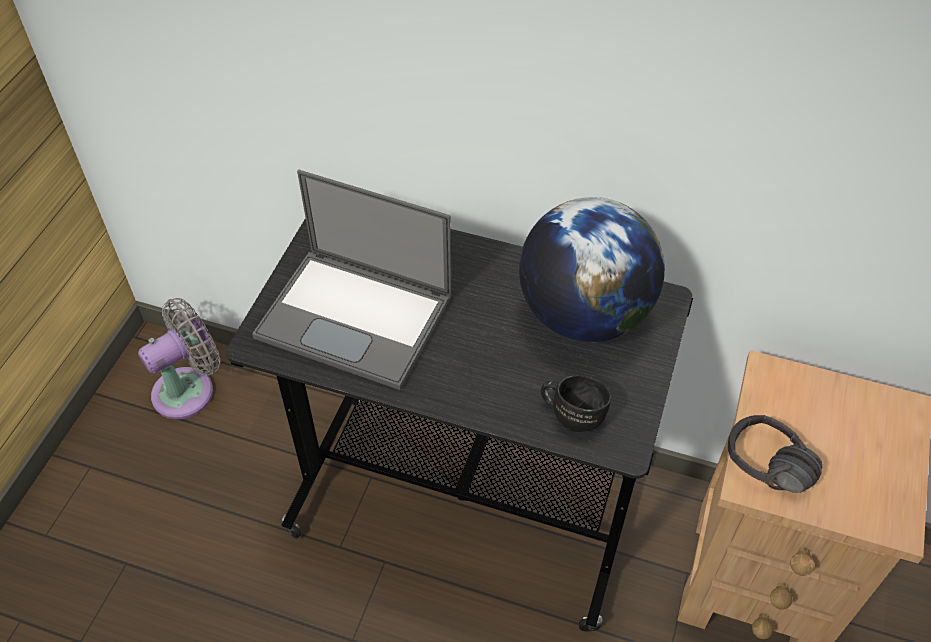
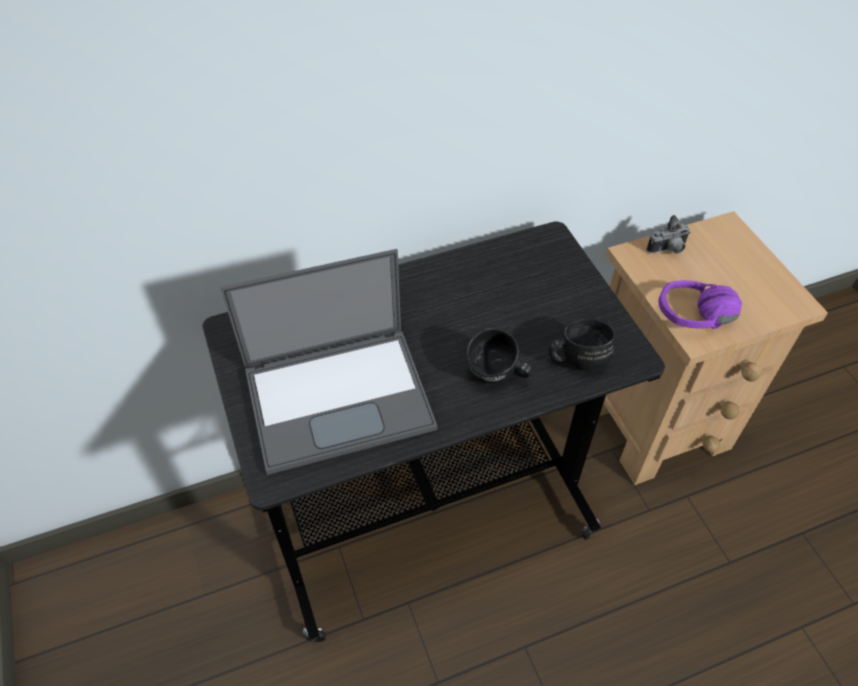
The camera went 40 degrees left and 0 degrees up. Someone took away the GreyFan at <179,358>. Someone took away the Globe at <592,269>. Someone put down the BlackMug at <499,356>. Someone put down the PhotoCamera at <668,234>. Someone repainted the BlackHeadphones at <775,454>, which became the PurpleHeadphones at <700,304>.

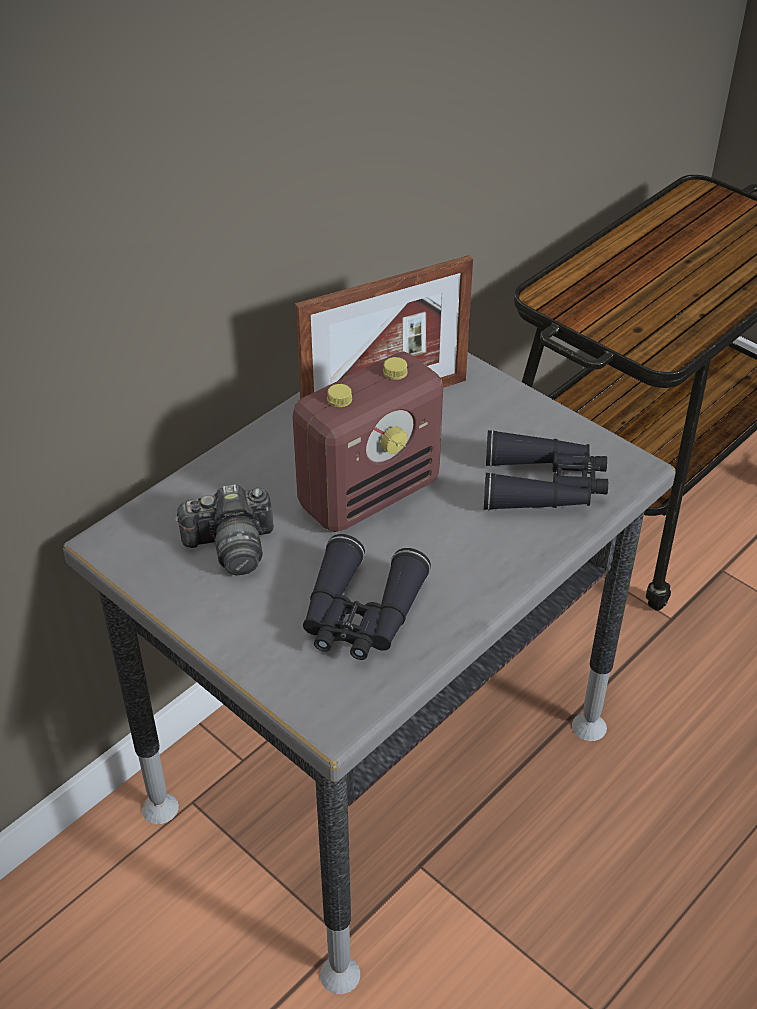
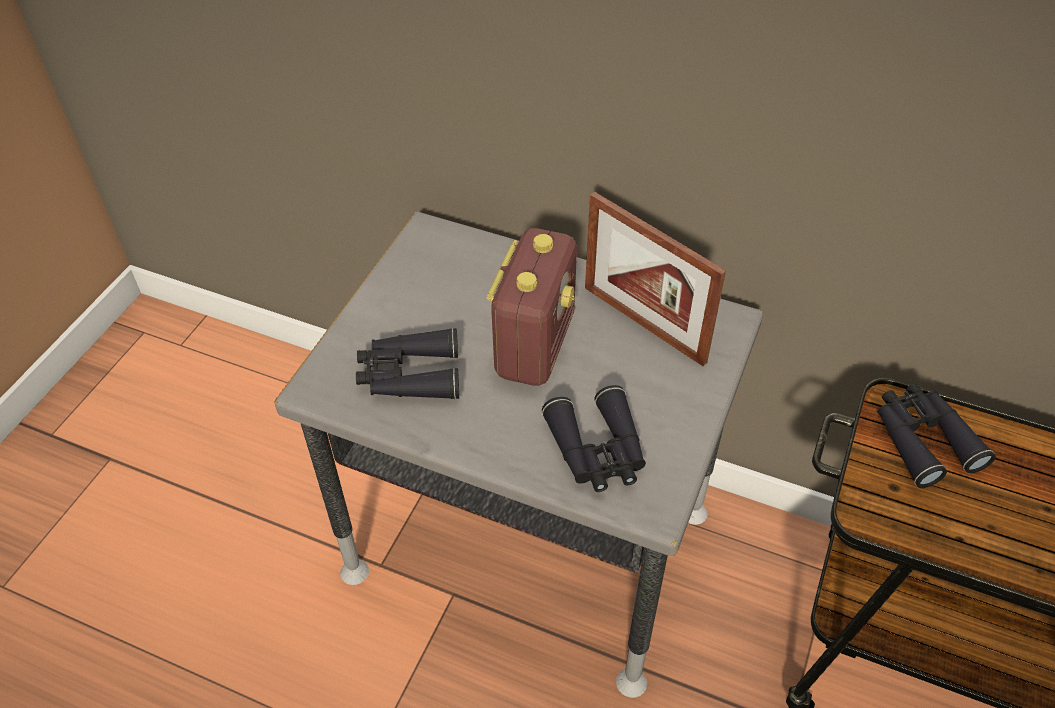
The camera went 70 degrees right and 5 degrees up. Someone took away the PhotoCamera at <224,529>. Someone put down the BlackBinoculars at <936,435>. Someone rotated the Radio at <367,441> by 105 degrees counterclockwise.

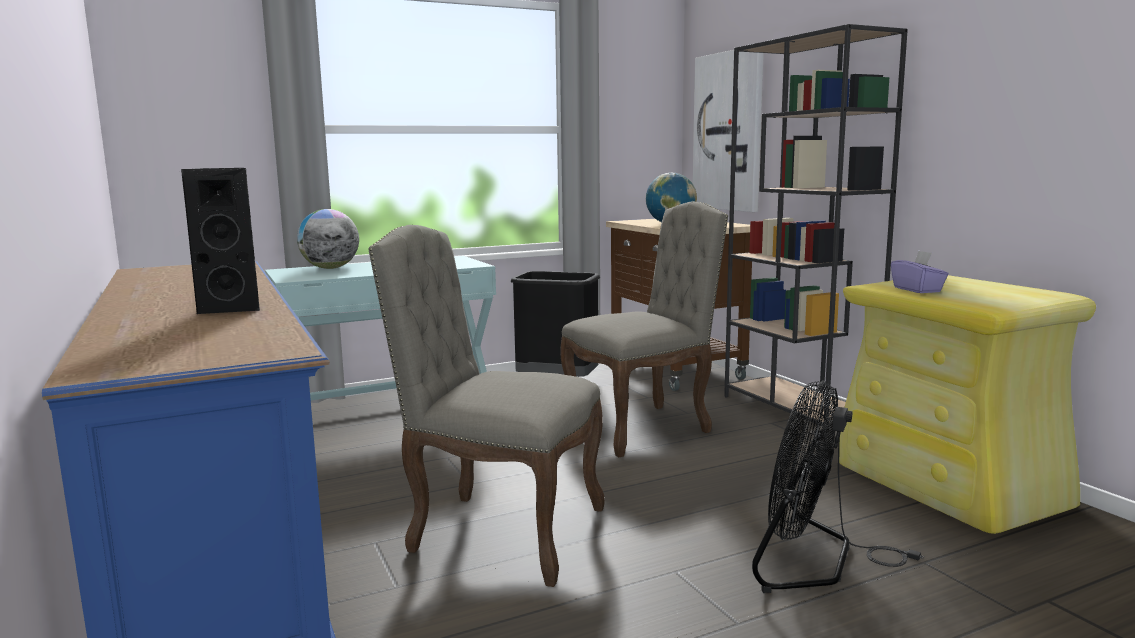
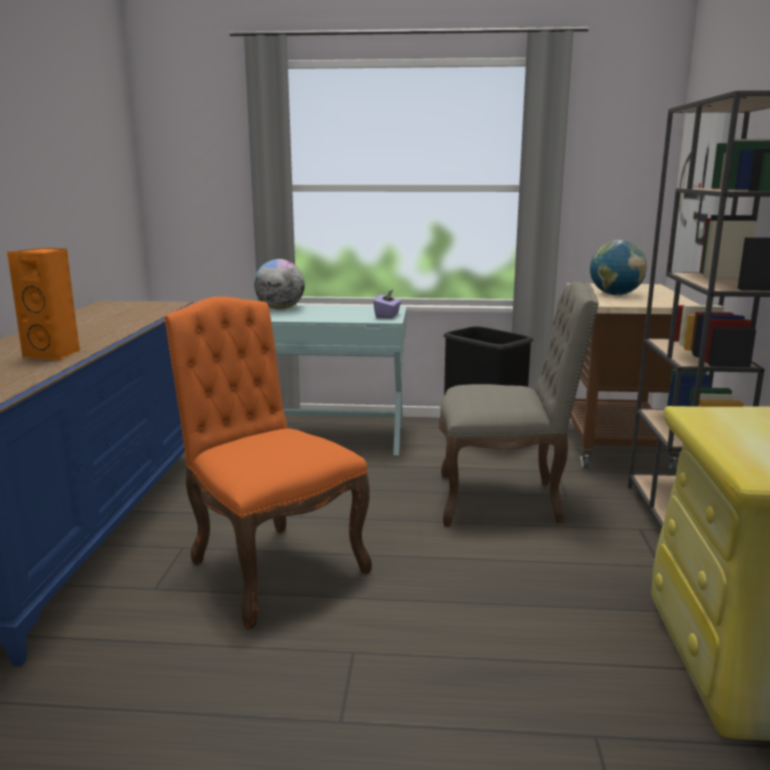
The camera went 30 degrees right and 5 degrees up. Someone took away the BlackFan at <838,486>. Someone carried the PurpleTissueBox from <920,272> to <387,304>. Someone repainted the BlackSpeaker at <220,241>, which became the OrangeSpeaker at <43,304>. Someone repainted the GreyChair at <486,406>, which became the OrangeChair at <268,463>.

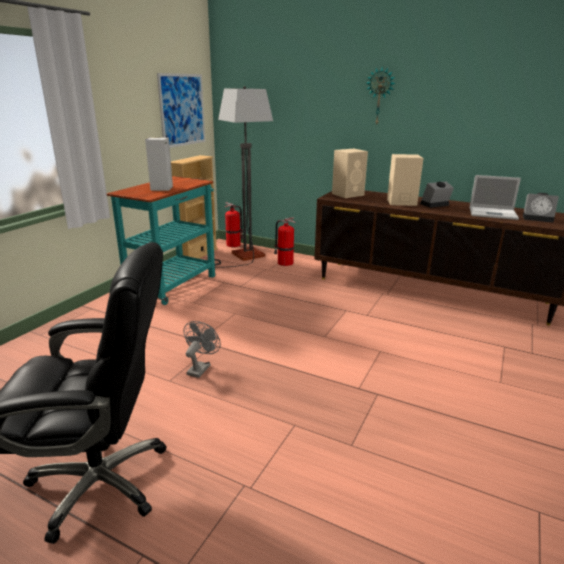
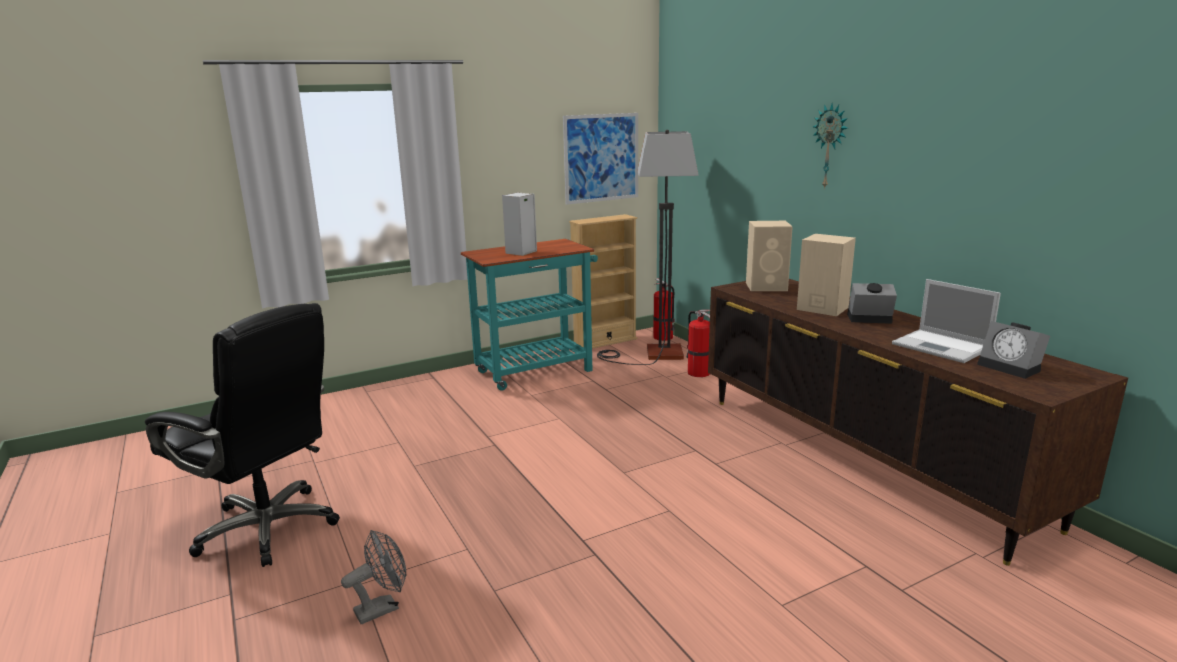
The camera went 35 degrees right and 5 degrees down. Someone carried the GreyFan from <202,349> to <374,577>.

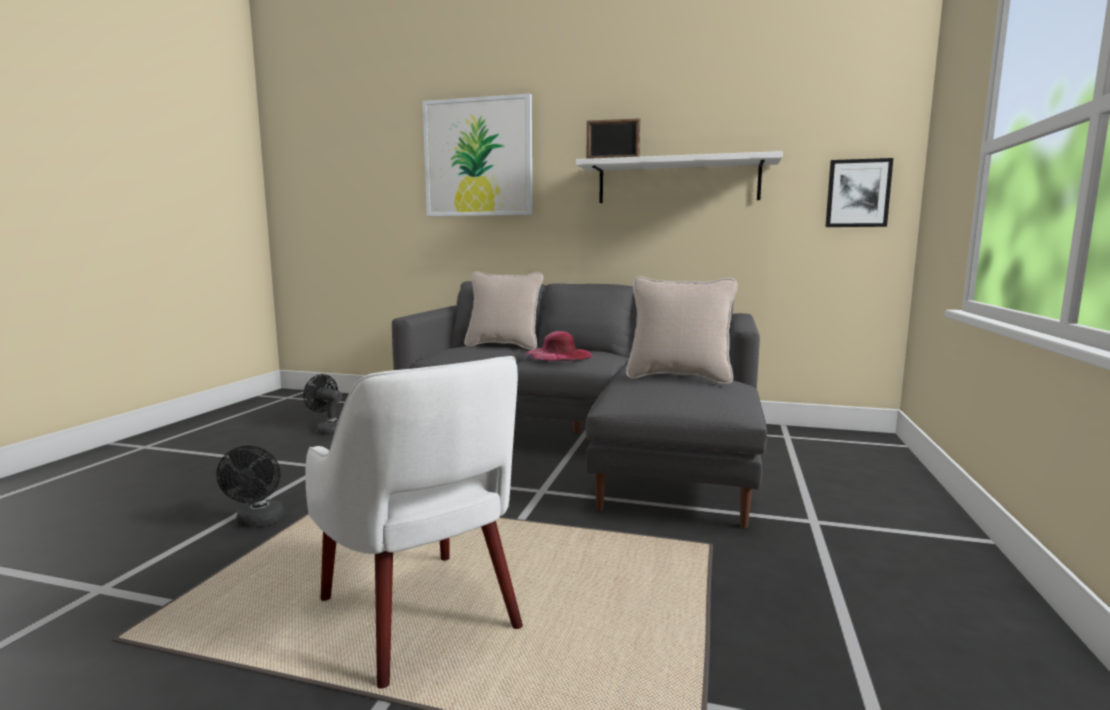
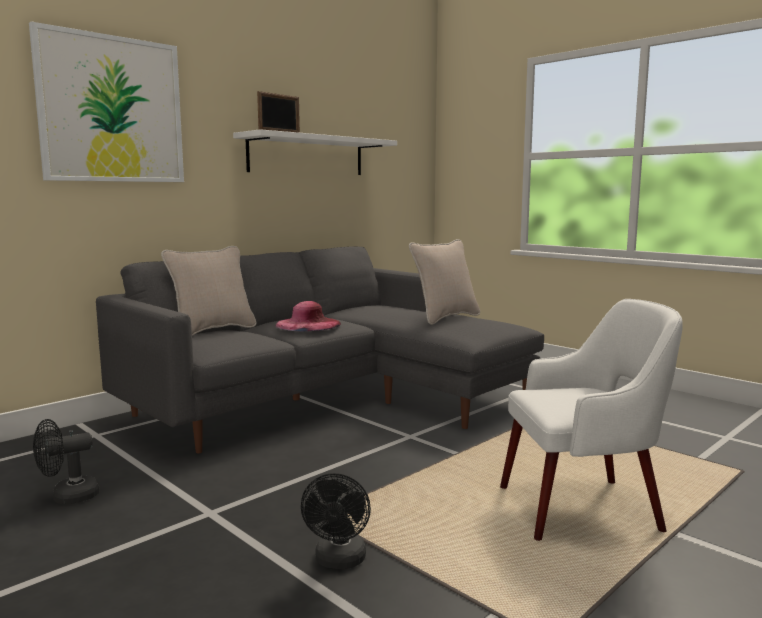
The camera went 60 degrees left and 0 degrees up. Someone took away the Picture at <859,192>. Someone rotated the BlackFan at <250,486> by 75 degrees clockwise.

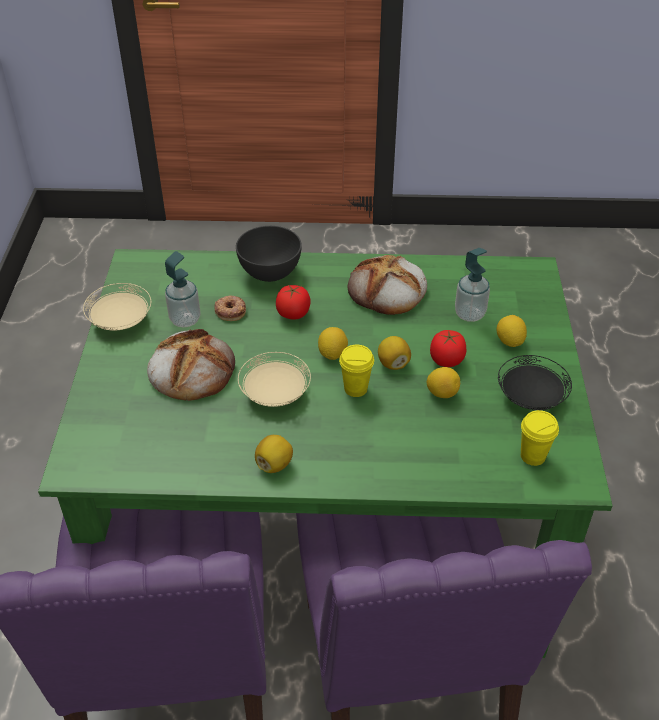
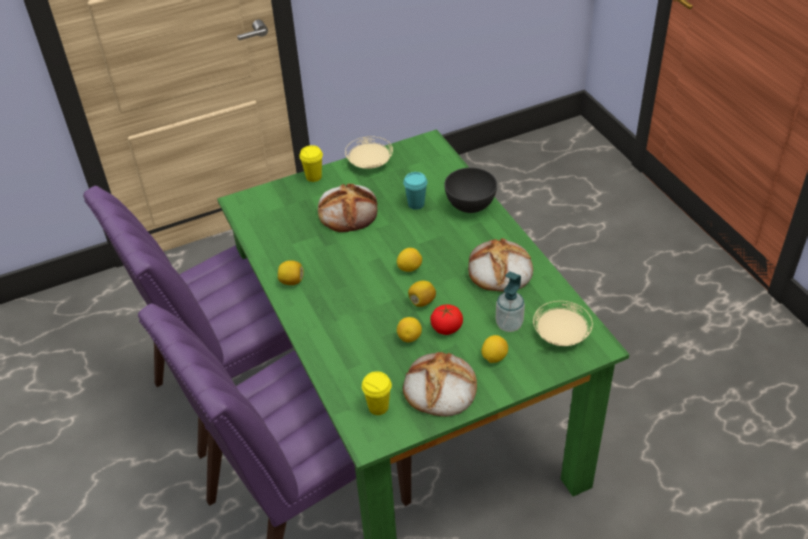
The camera went 65 degrees right and 0 degrees up. Someone took away the SoapDispenser at <183,289>. Someone took away the Tomato at <293,302>. Someone carried the BeigePlate from <274,379> to <563,323>. Someone carried the YellowCup from <356,371> to <311,163>. Someone swapped the Donut at <230,308> for the TurquoiseCup at <415,191>. Someone swapped the BlackPlate at <535,382> for the Bread at <440,384>.

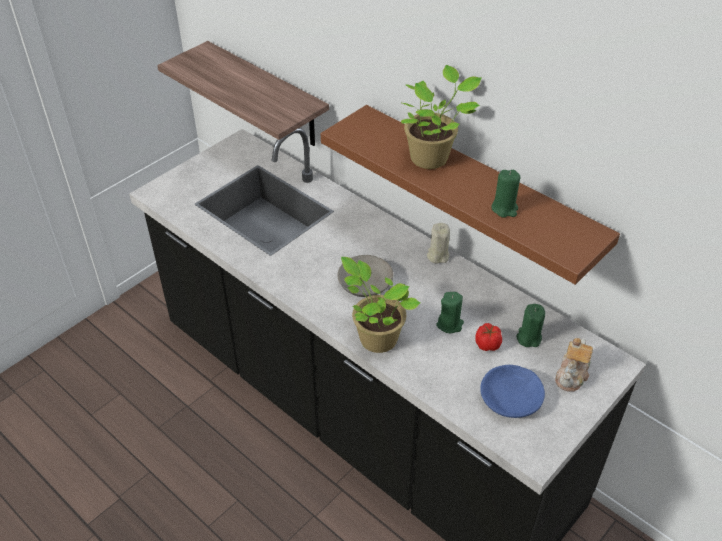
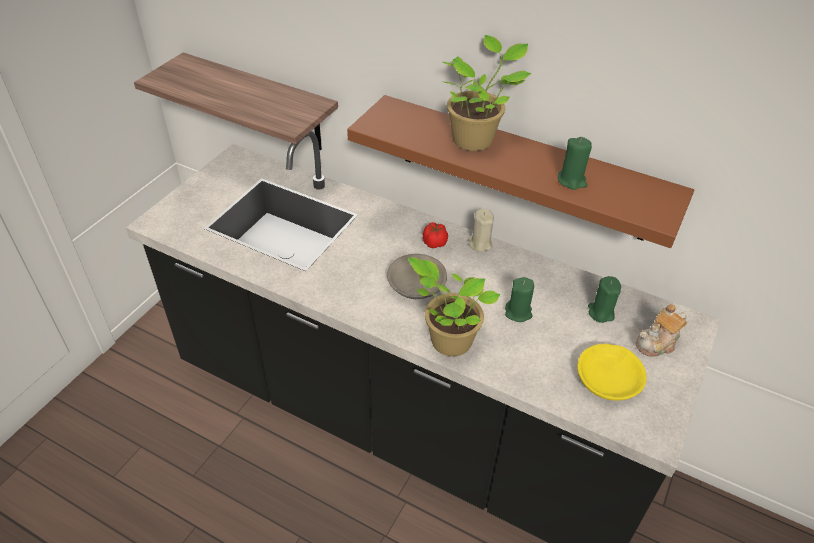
The camera went 15 degrees left and 0 degrees up. Someone carried the Tomato from <488,337> to <435,235>. Someone repainted the BlueBowl at <512,391>, which became the YellowBowl at <612,372>. Someone rotated the Teapot at <574,365> by 45 degrees clockwise.

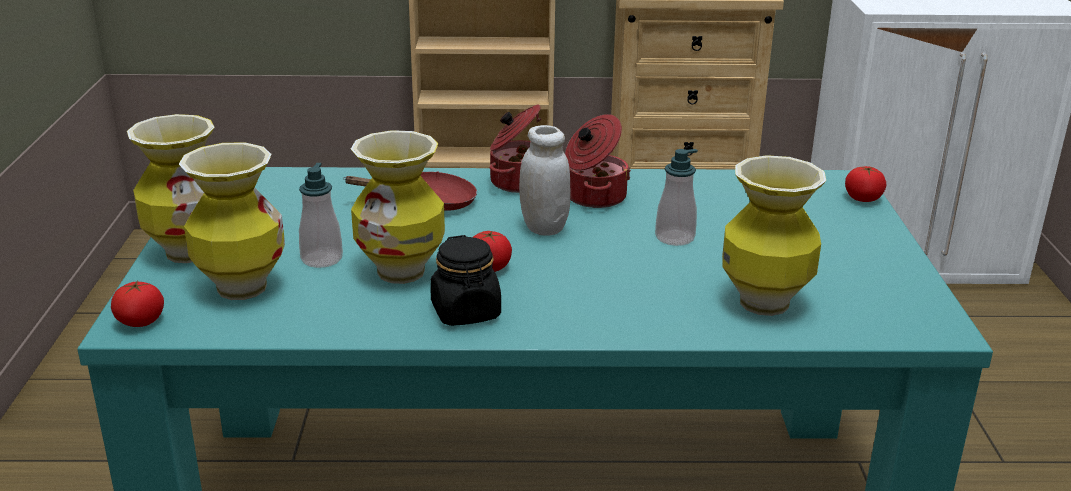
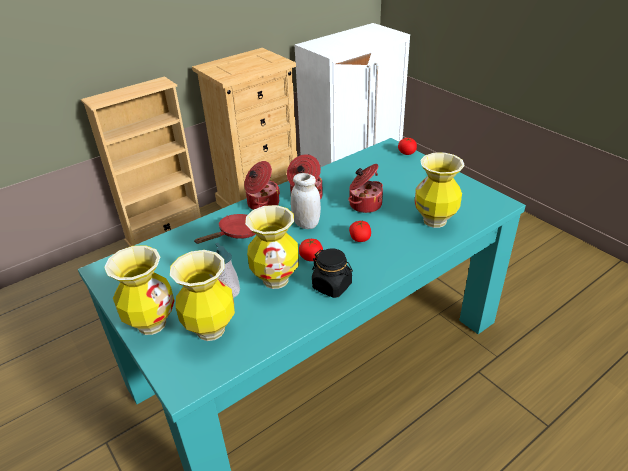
The camera went 35 degrees left and 10 degrees up. Someone carried the Tomato from <137,303> to <360,231>. Someone swapped the SoapDispenser at <676,197> for the CookingPot at <365,188>.

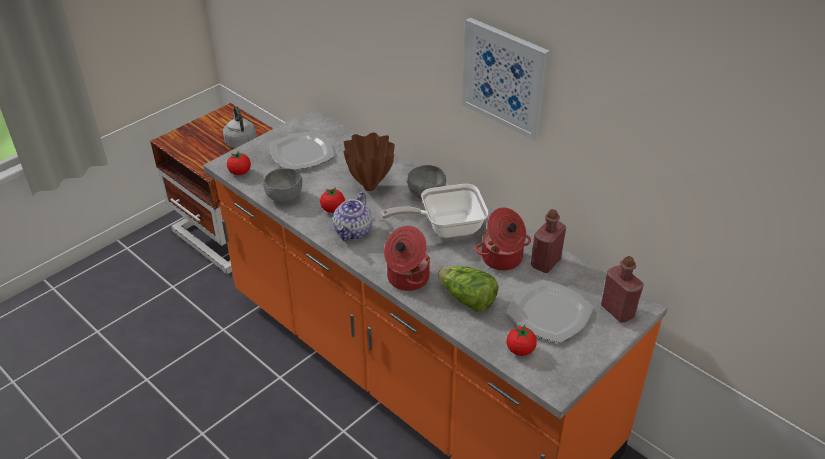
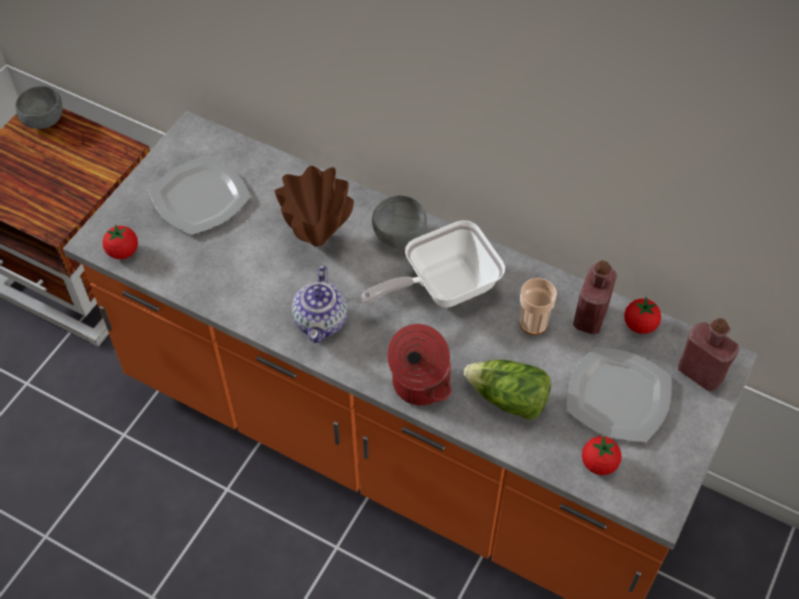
The camera went 15 degrees left and 15 degrees up. Someone took away the GreyKettle at <240,127>. Someone took away the Picture at <506,79>. Someone carried the GreyBowl from <283,185> to <39,107>. Someone carried the Tomato from <332,200> to <642,315>. Someone swapped the CookingPot at <503,239> for the Cup at <538,306>.

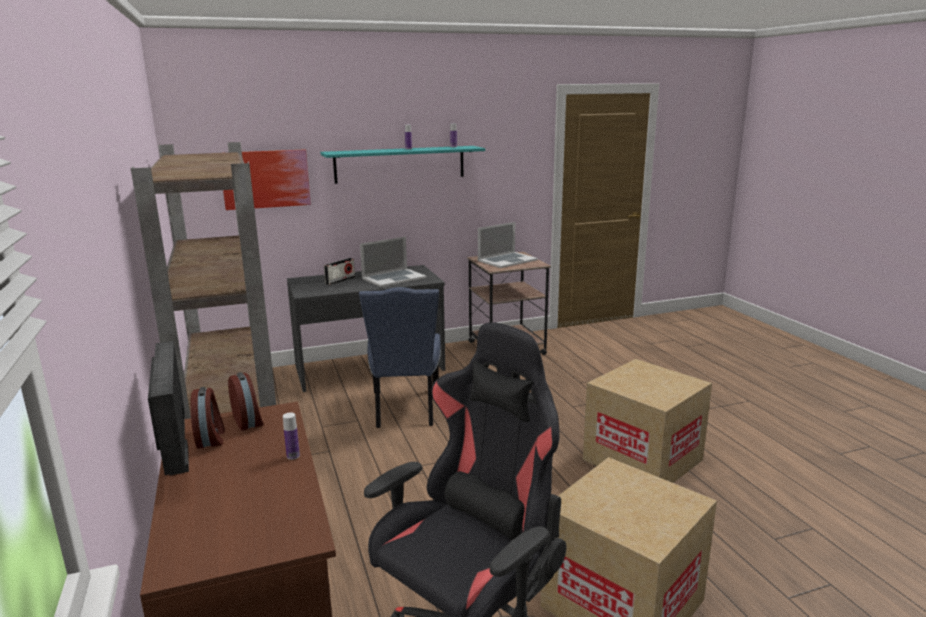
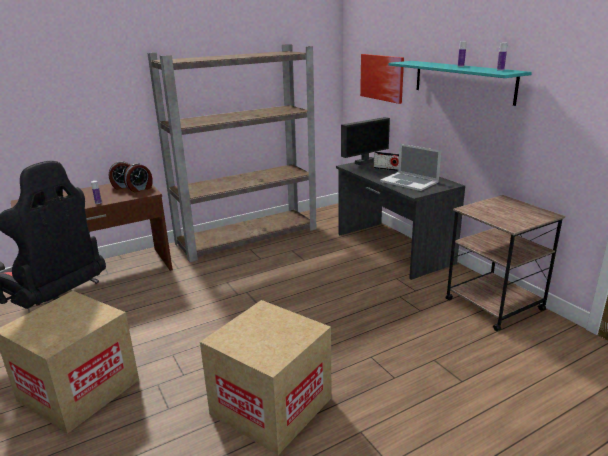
The camera went 80 degrees right and 5 degrees up. Someone took away the BlueChair at <400,357>. Someone took away the Laptop at <508,245>. Someone carried the Monitor from <168,408> to <365,141>.

